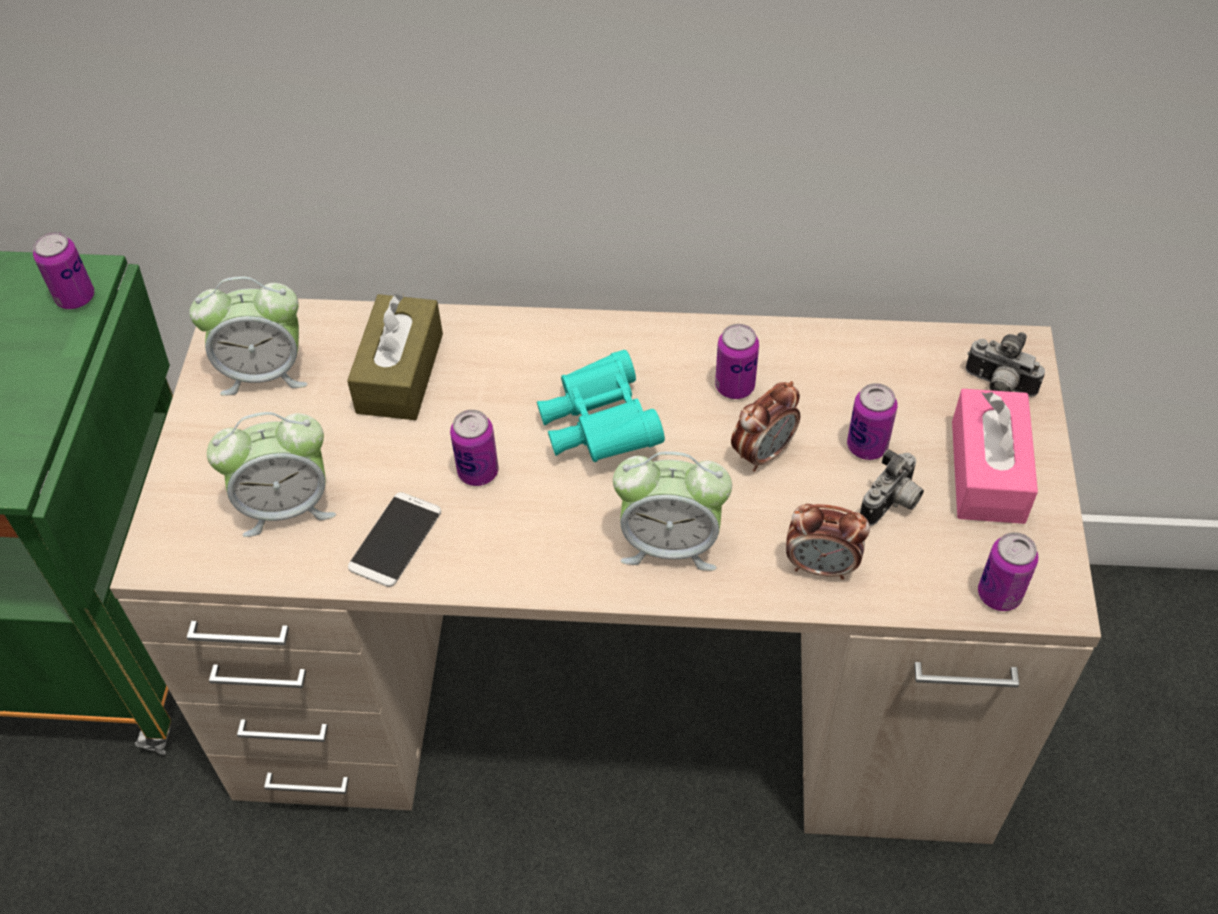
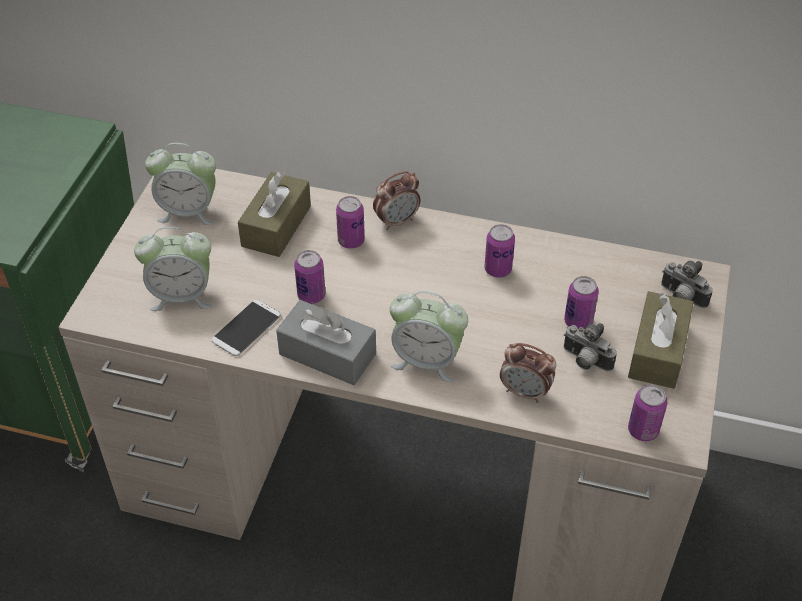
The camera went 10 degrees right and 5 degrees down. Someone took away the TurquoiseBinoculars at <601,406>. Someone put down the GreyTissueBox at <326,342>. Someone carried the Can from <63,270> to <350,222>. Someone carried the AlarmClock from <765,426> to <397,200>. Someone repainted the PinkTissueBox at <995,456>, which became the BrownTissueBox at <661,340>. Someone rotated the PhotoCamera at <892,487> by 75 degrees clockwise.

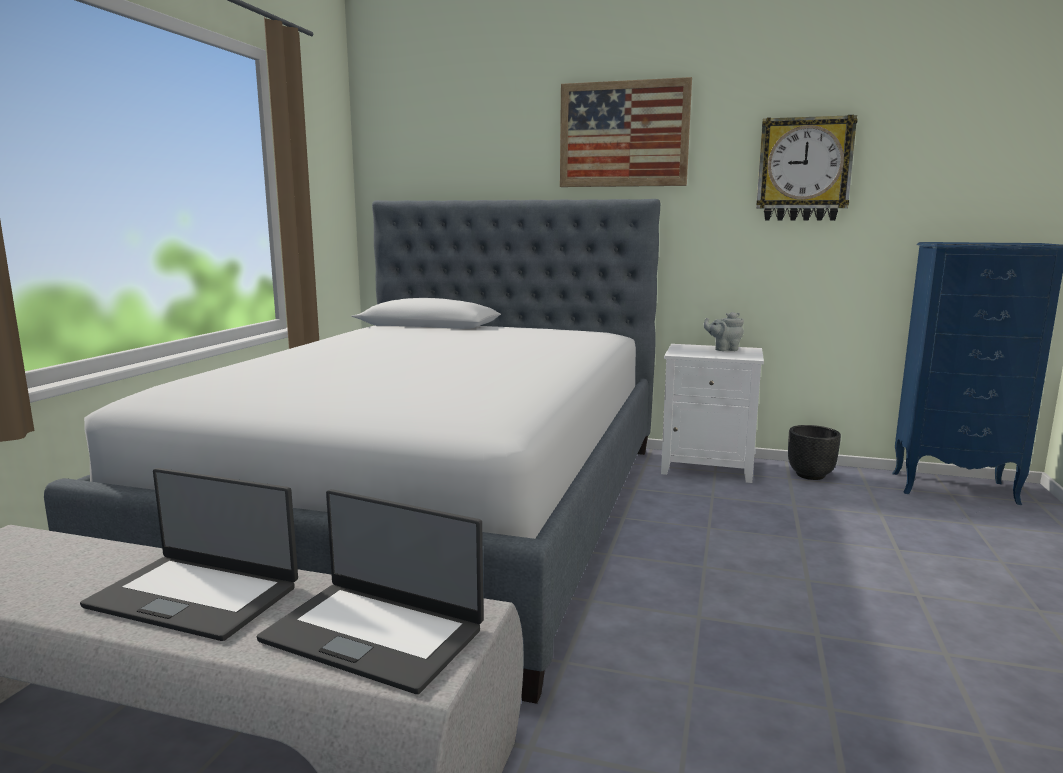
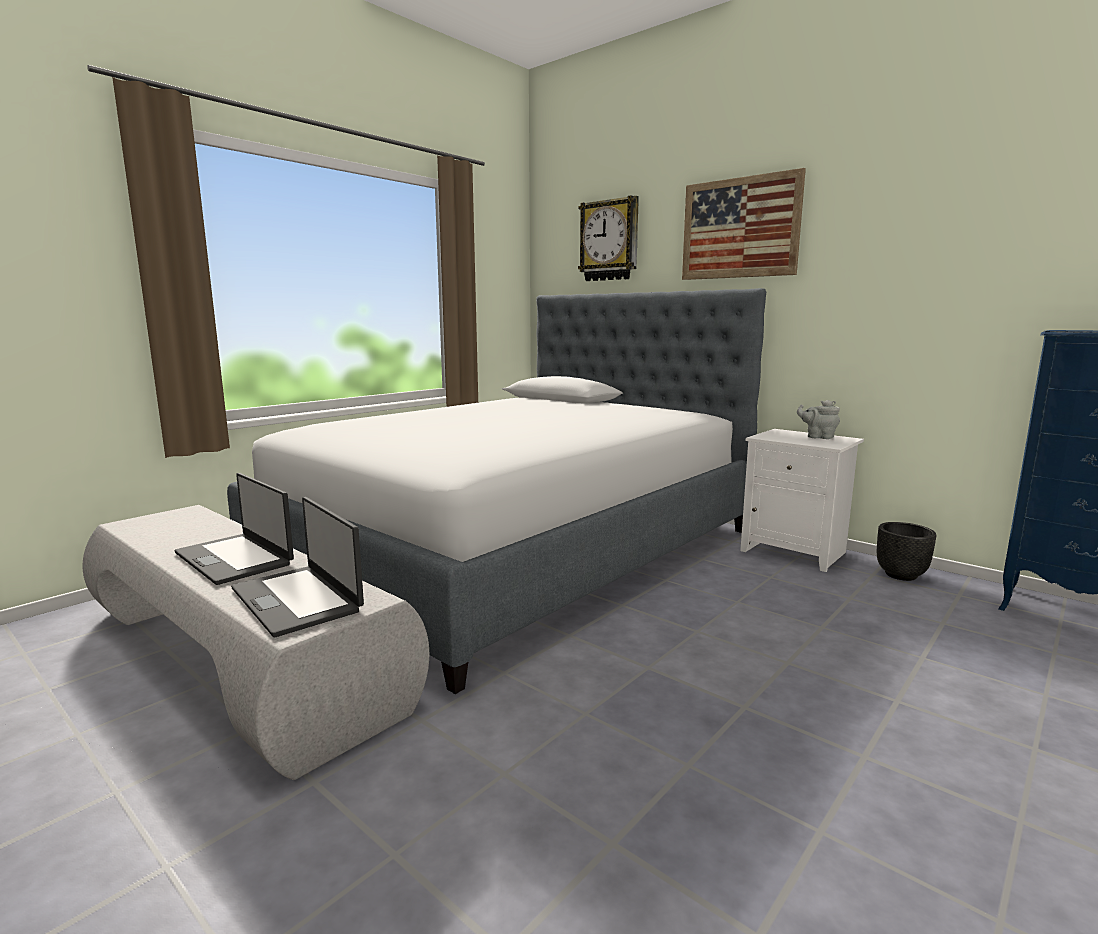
The camera went 25 degrees right and 0 degrees up. Someone carried the WallClock from <807,168> to <608,238>.

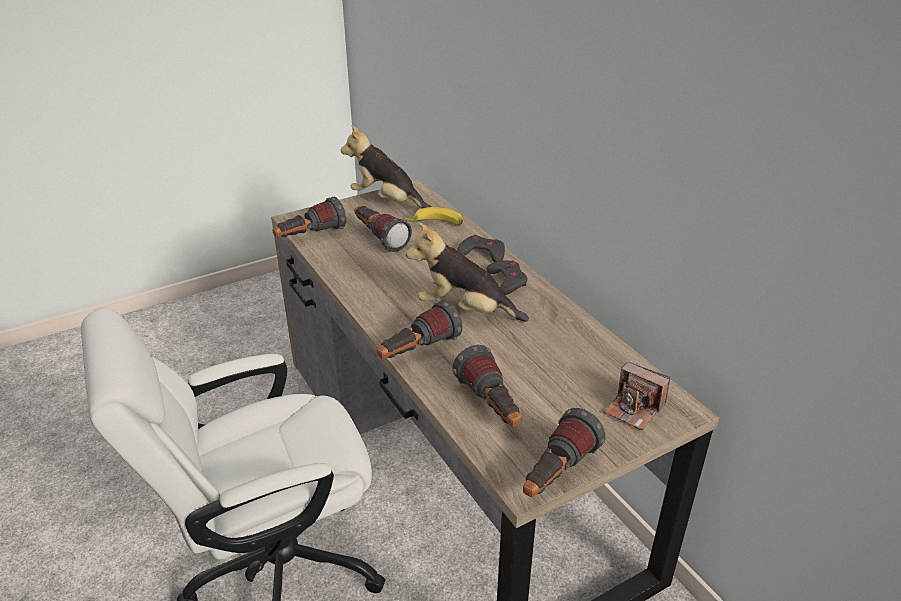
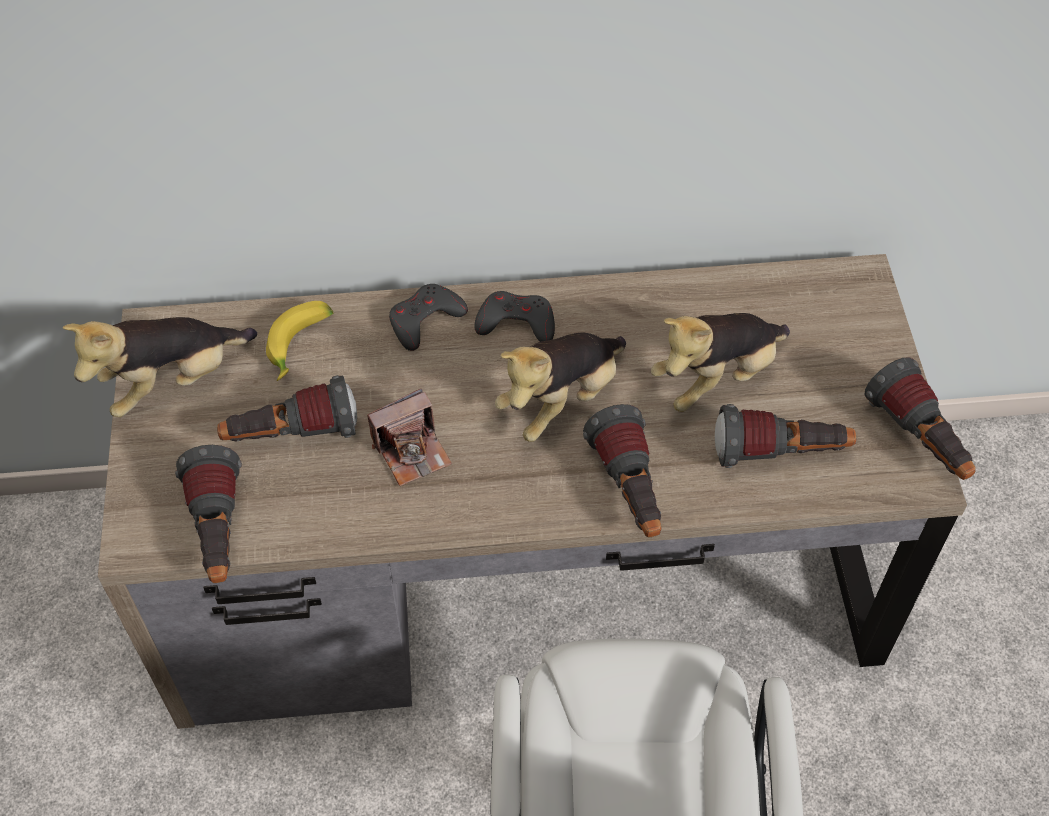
The camera went 65 degrees left and 20 degrees up. Someone put down the PlushToy at <720,362>. Someone carried the PhotoCamera from <637,396> to <409,437>.

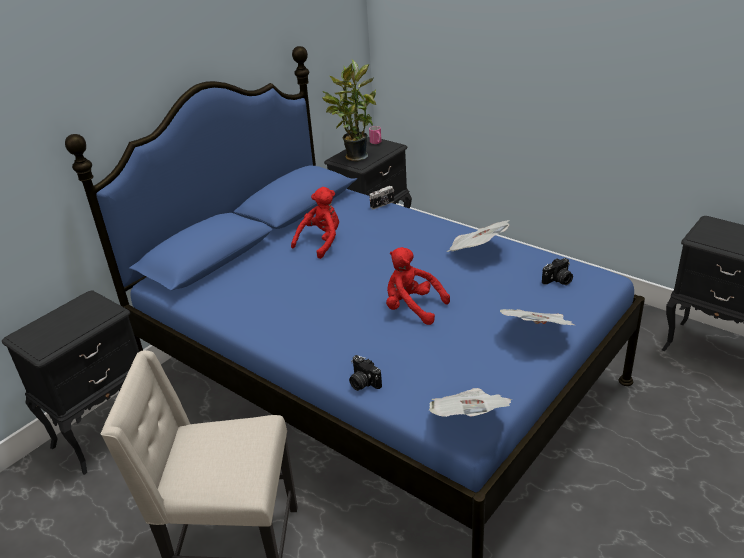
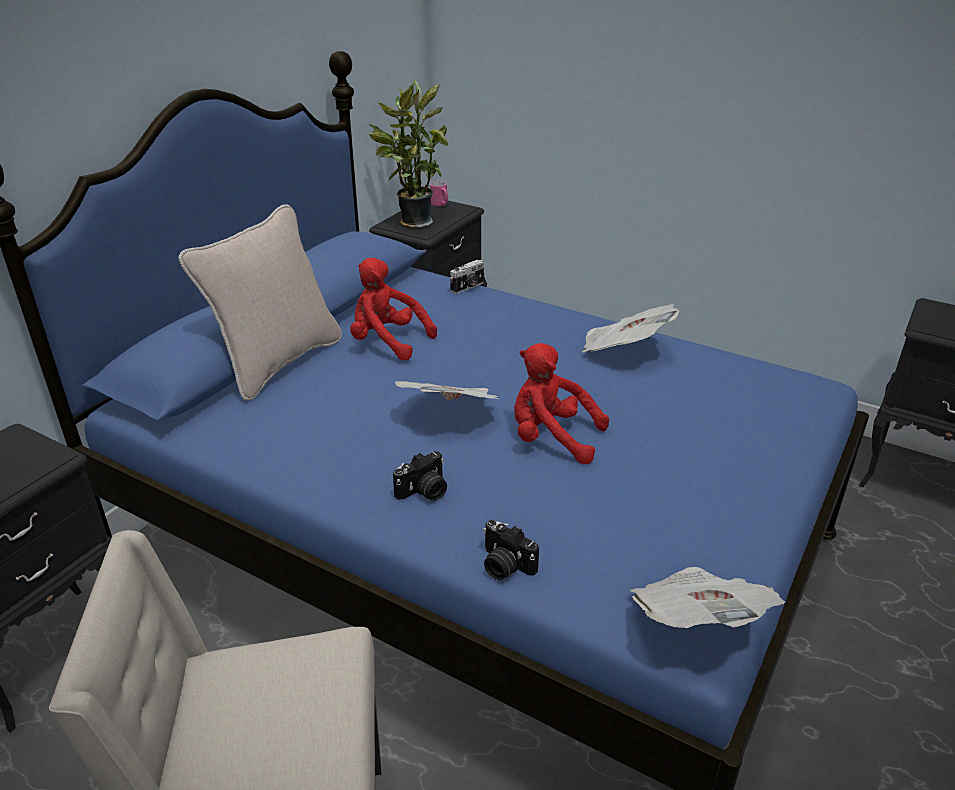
The camera went 10 degrees left and 0 degrees up. Someone put down the BeigePillow at <260,302>. Someone carried the Newspaper from <537,317> to <447,390>. Someone carried the PhotoCamera from <557,271> to <420,476>. Someone rotated the RedPlushToy at <315,223> by 90 degrees counterclockwise.

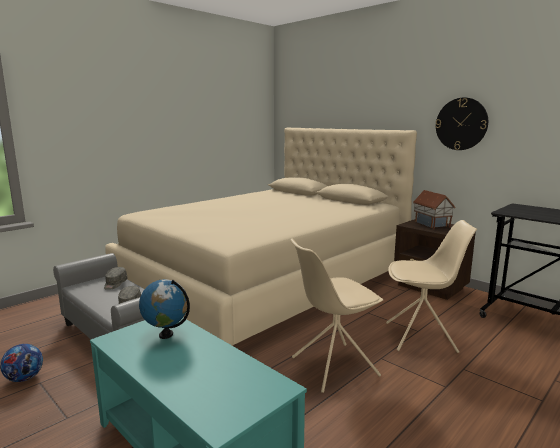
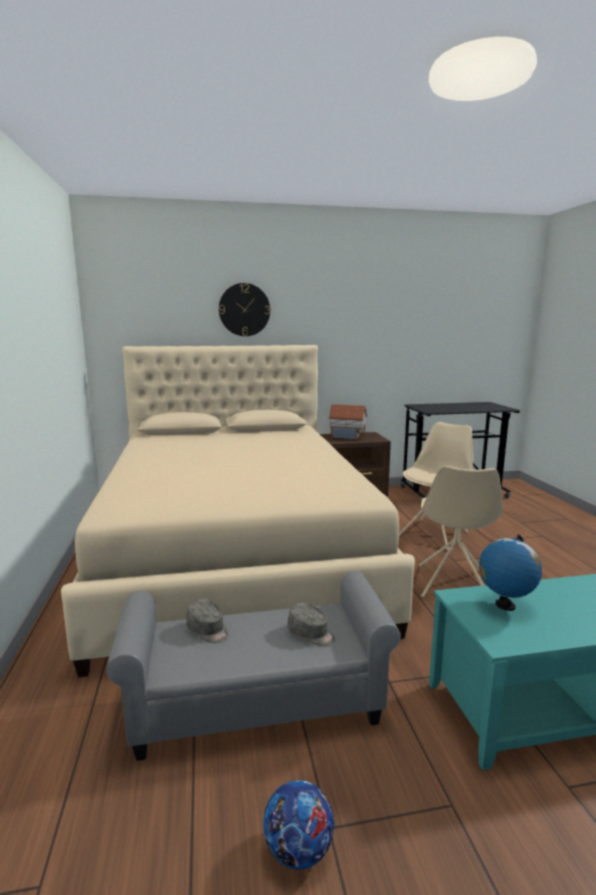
The camera went 55 degrees left and 0 degrees up. Someone carried the WallClock from <461,123> to <244,309>.

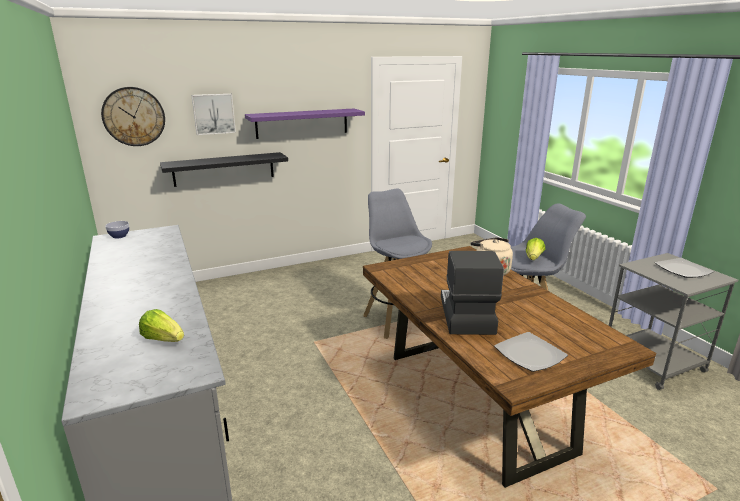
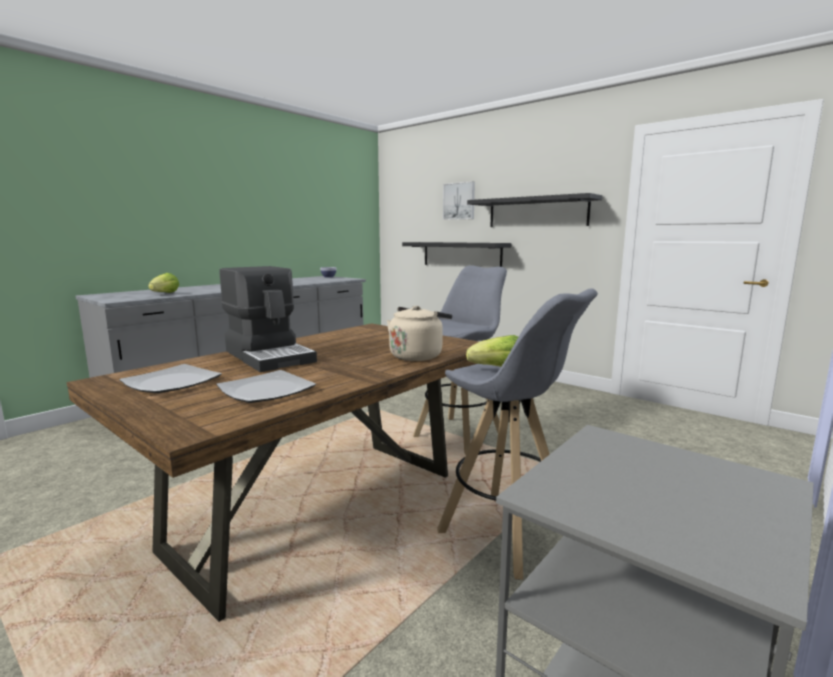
The camera went 65 degrees right and 10 degrees down. Someone took away the WallClock at <133,116>. Someone carried the Plate from <684,268> to <266,386>. Someone repainted the PurpleShelf at <305,124>, which became the BlackShelf at <534,210>. Someone rotated the CoffeeMachine at <472,293> by 75 degrees clockwise.

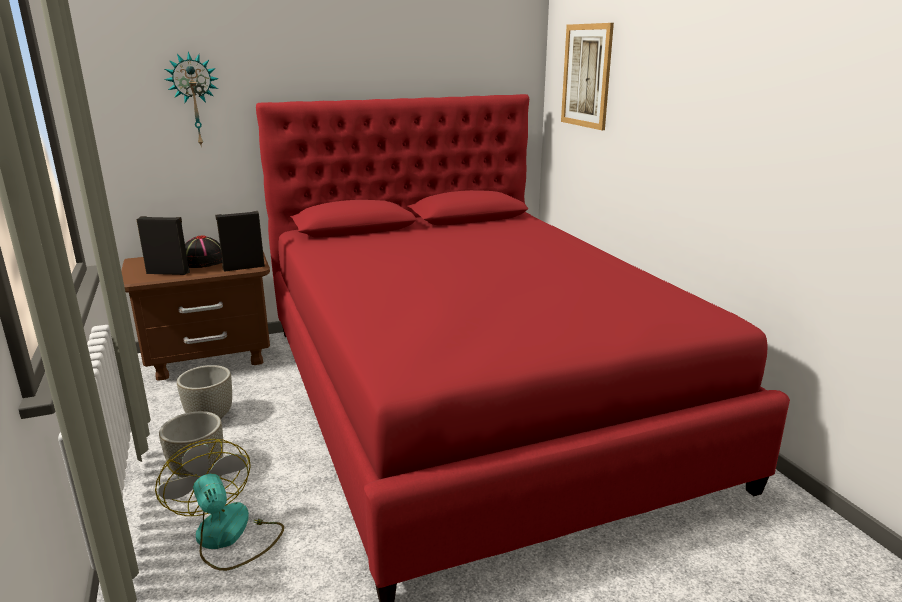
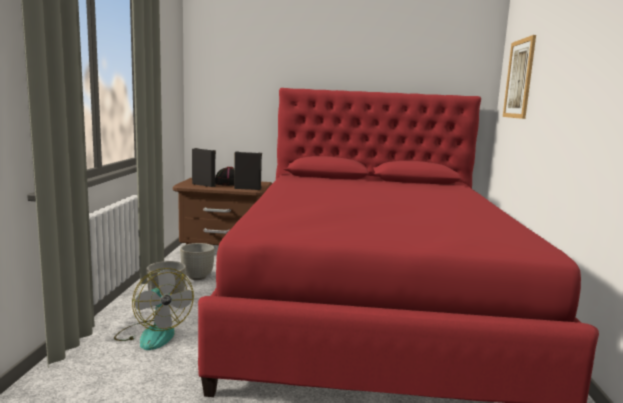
The camera went 25 degrees right and 10 degrees down. Someone took away the WallClock at <191,99>. Someone rotated the Fan at <219,505> by 150 degrees clockwise.

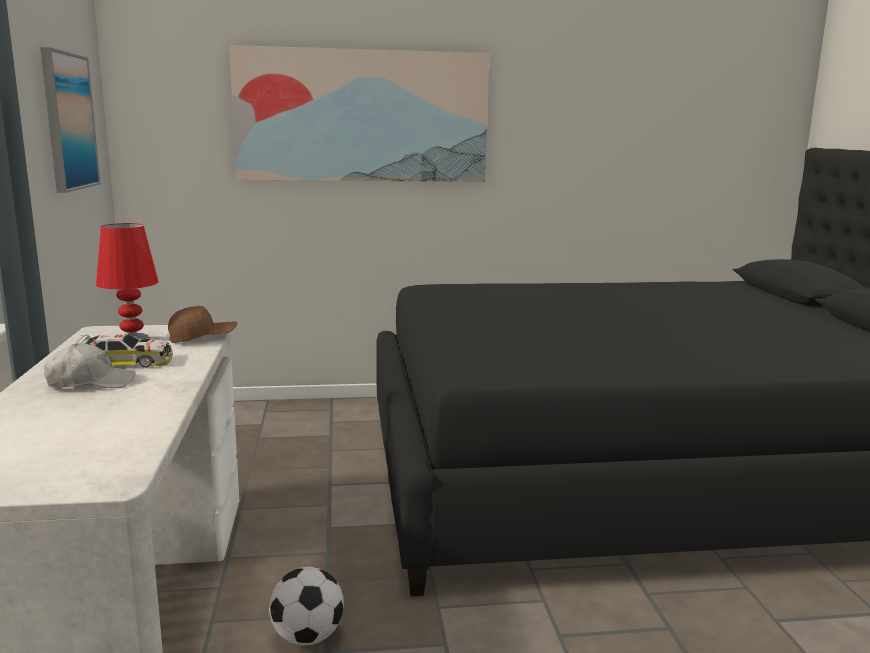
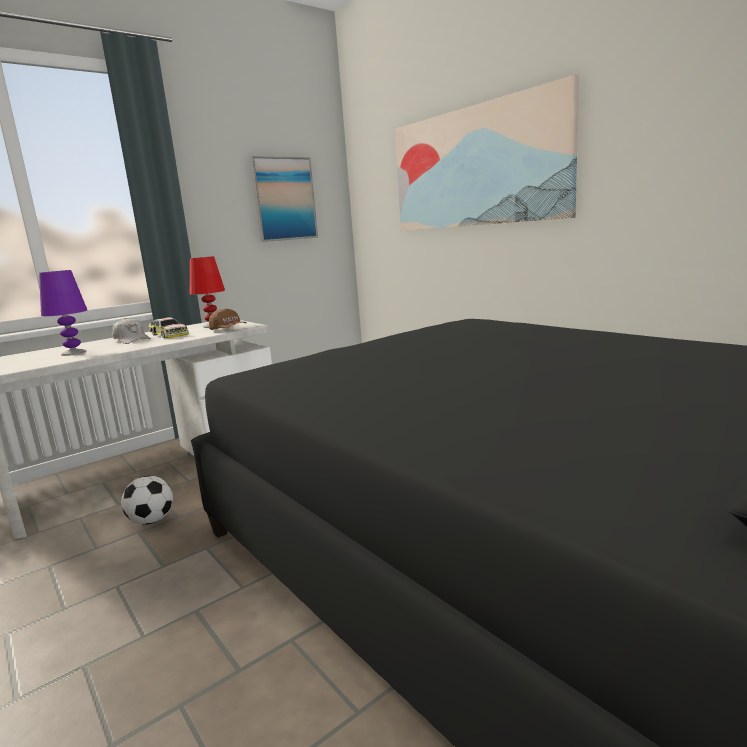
The camera went 60 degrees right and 0 degrees up. Someone put down the PurpleTableLamp at <63,313>.

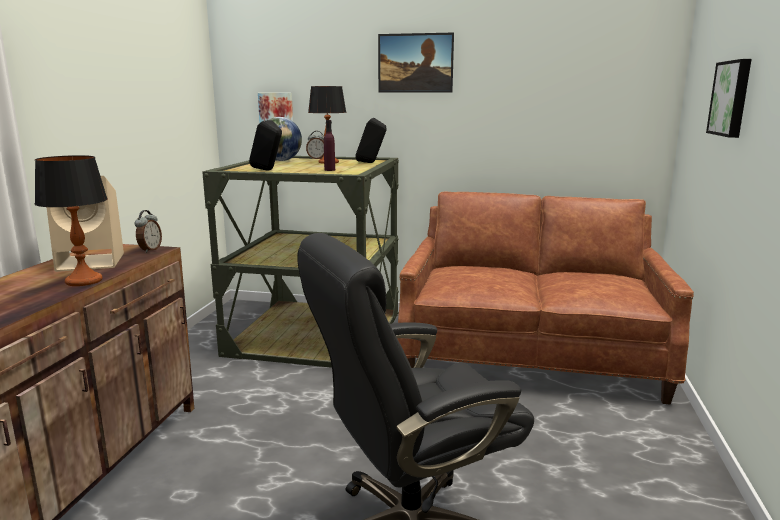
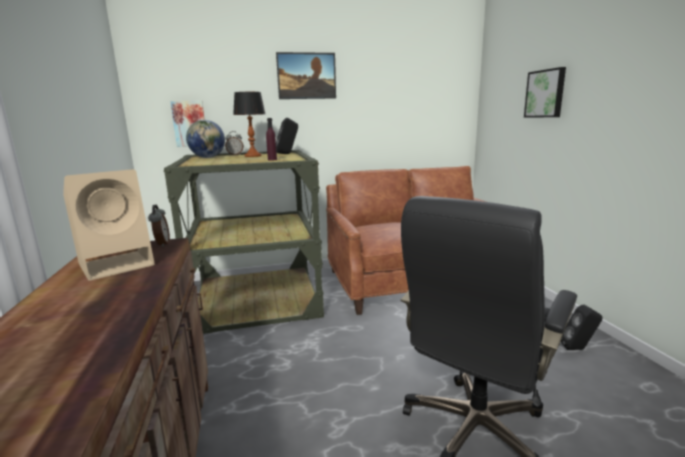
The camera went 25 degrees left and 0 degrees up. Someone took away the TableLamp at <71,220>. Someone carried the BlackSpeaker from <265,145> to <582,327>.

